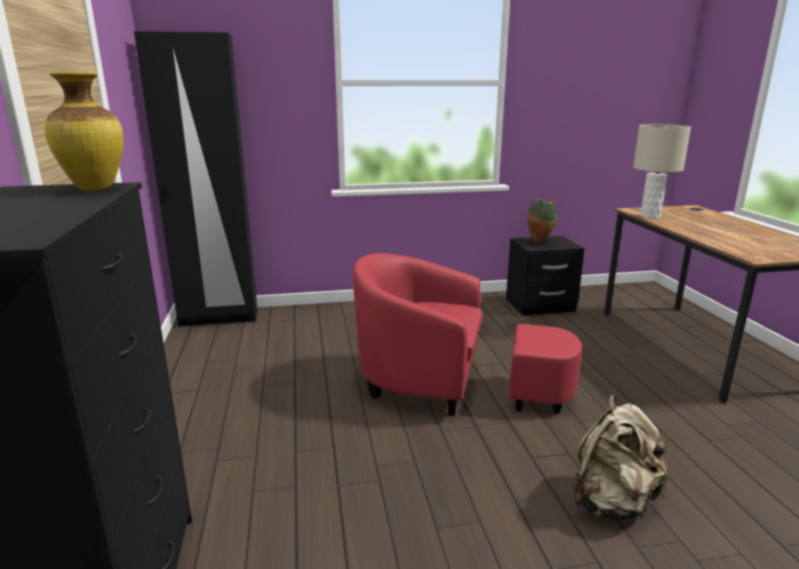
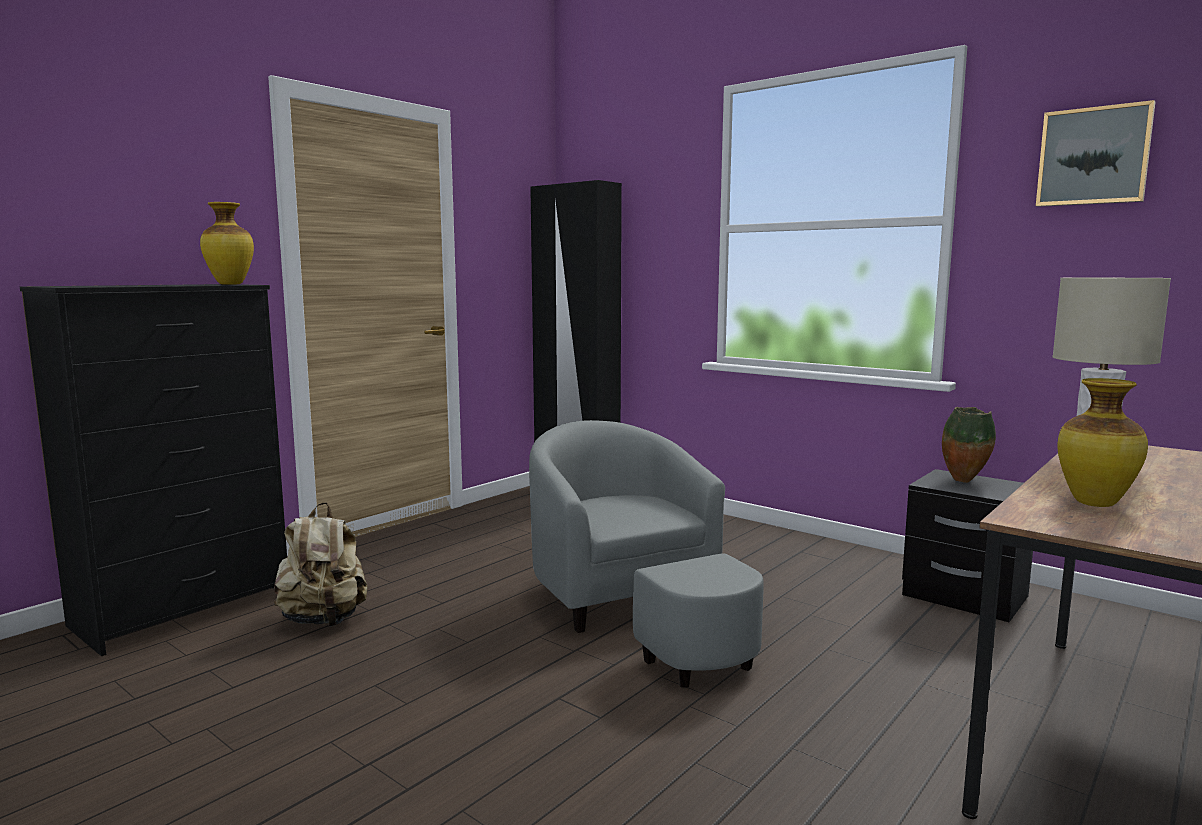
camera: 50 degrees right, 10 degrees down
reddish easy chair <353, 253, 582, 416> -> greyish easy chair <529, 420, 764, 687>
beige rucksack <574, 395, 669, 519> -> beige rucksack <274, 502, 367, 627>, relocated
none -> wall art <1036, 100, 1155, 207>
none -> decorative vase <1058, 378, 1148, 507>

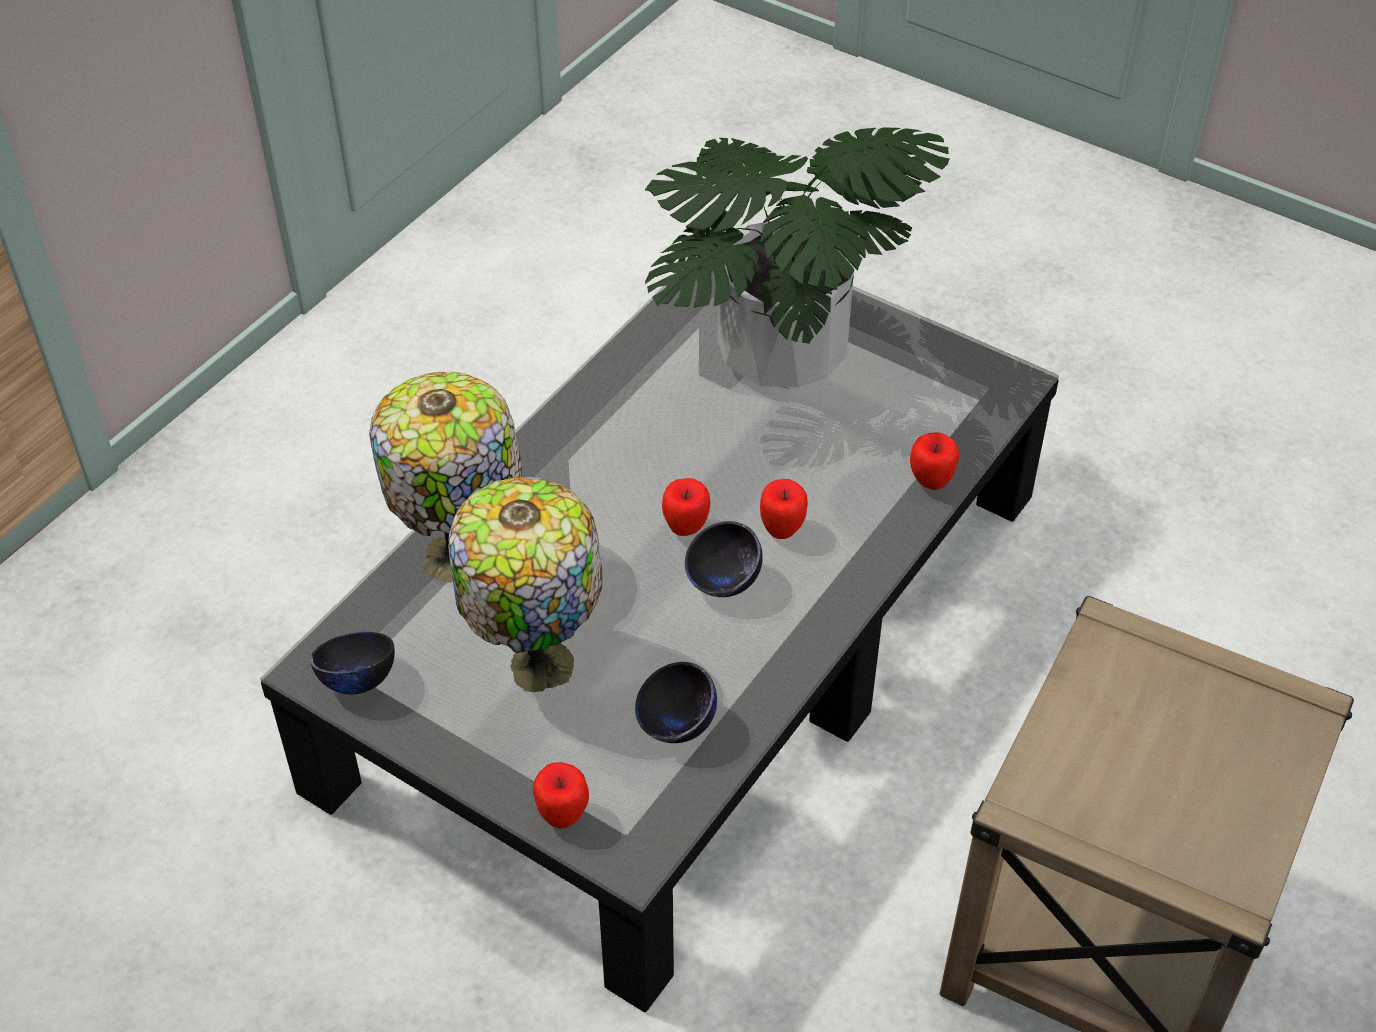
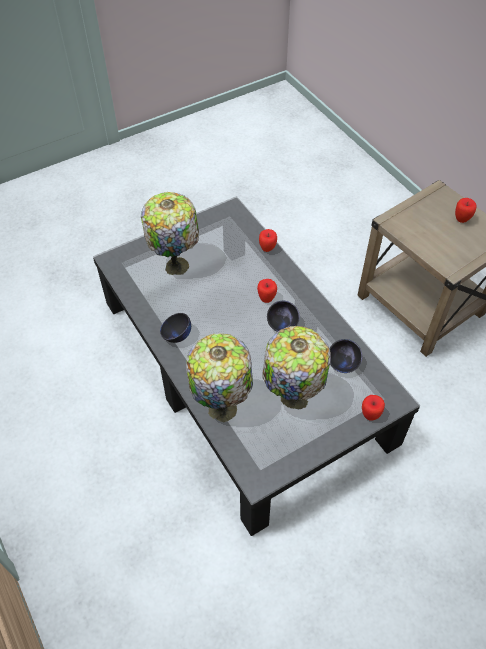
camera: 65 degrees left, 5 degrees up
houseplant <645, 127, 950, 389> -> lamp for a table <141, 192, 199, 275>
apple fruit <662, 478, 710, 536> -> apple fruit <455, 198, 477, 223>, relocated
black-coloured serving bowl <310, 632, 395, 694> -> black-coloured serving bowl <160, 313, 191, 343>, relocated

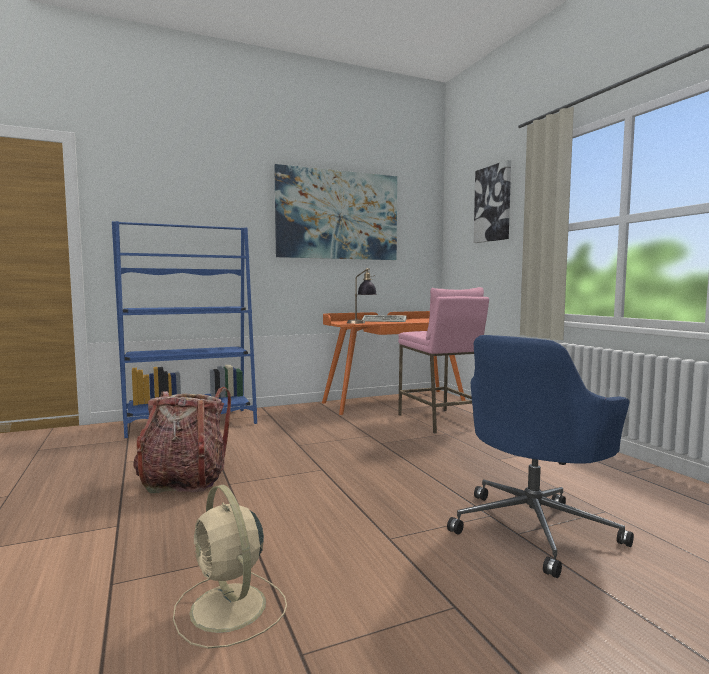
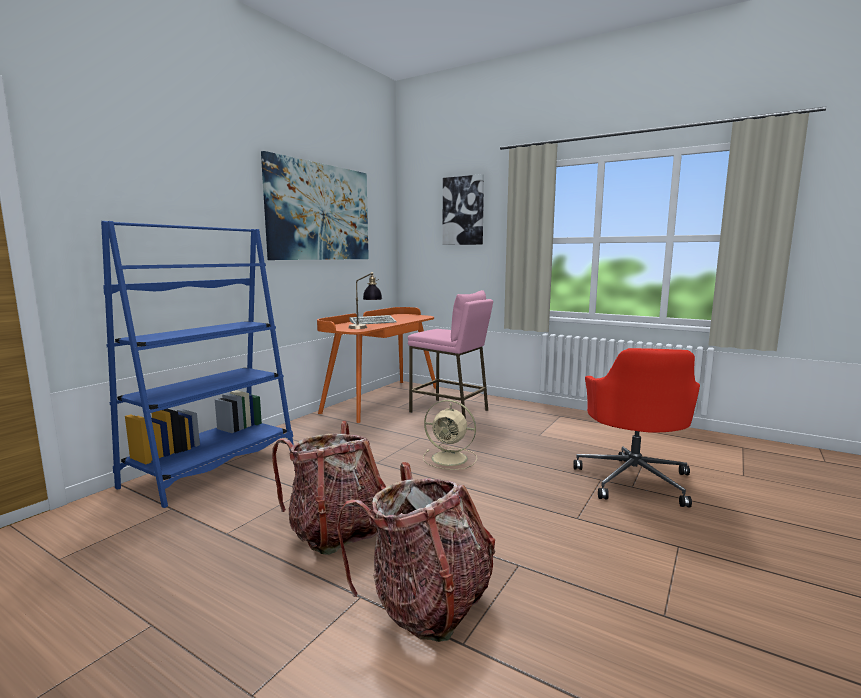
camera: 35 degrees left, 5 degrees up
blue desk chair <447, 335, 634, 578> -> reddish desk chair <573, 348, 700, 507>
beige cooling fan <173, 485, 287, 649> -> beige cooling fan <423, 400, 477, 470>, relocated
none -> rucksack <337, 462, 496, 642>

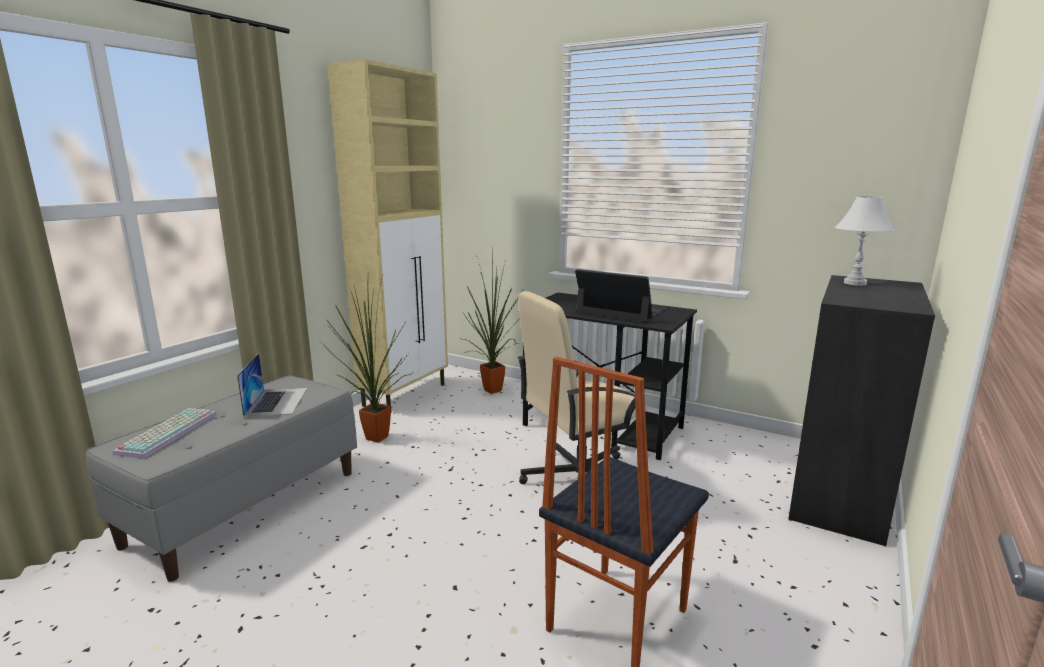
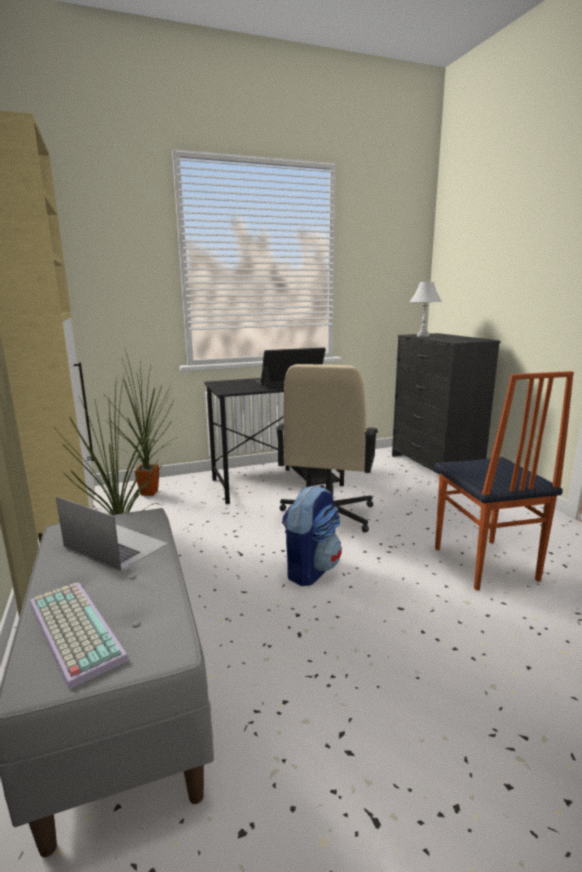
camera: 50 degrees left, 0 degrees up
none -> rucksack <282, 485, 342, 586>

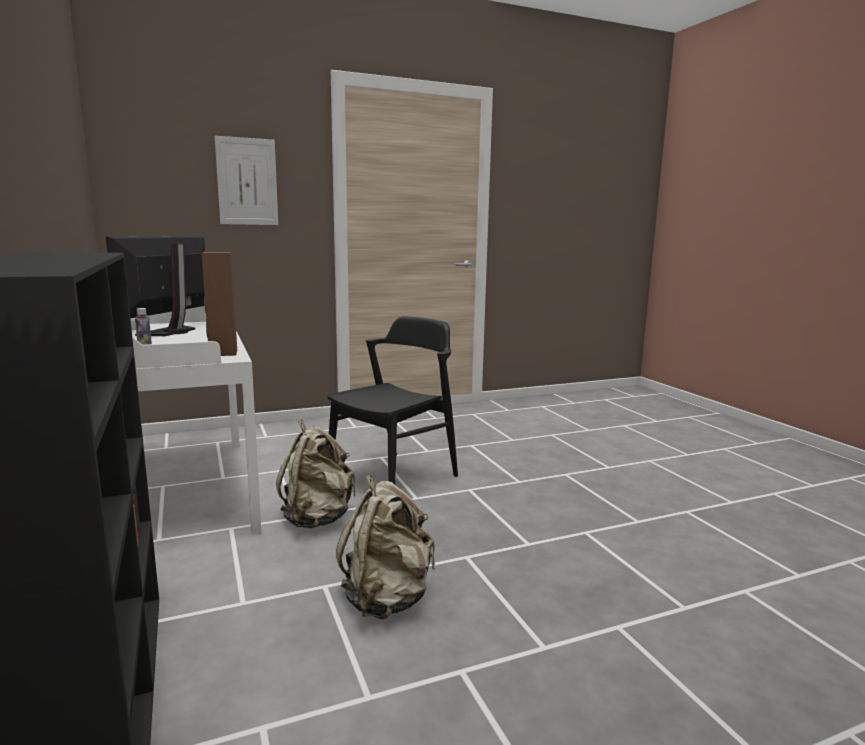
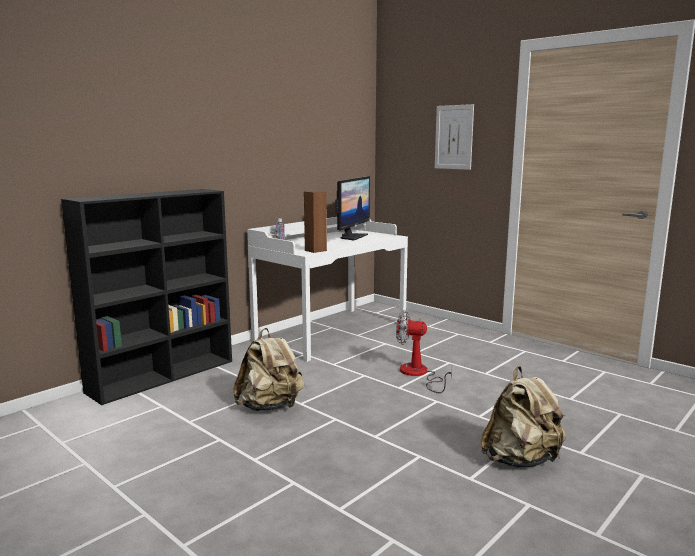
camera: 65 degrees right, 0 degrees up
monitor <106, 236, 205, 336> -> monitor <335, 176, 370, 241>, 120 degrees clockwise
black-coloured chair <327, 316, 458, 484> -> cooling fan <396, 310, 452, 393>
beige rucksack <276, 419, 356, 528> -> beige rucksack <480, 366, 566, 468>, relocated

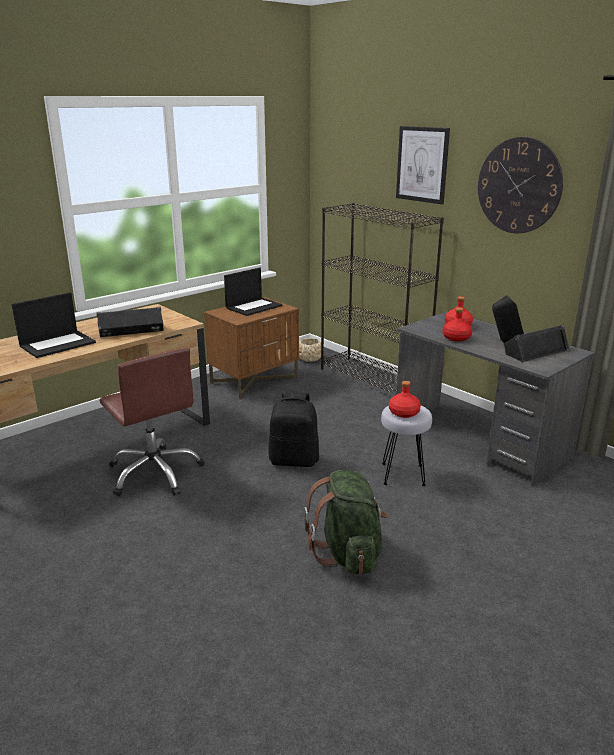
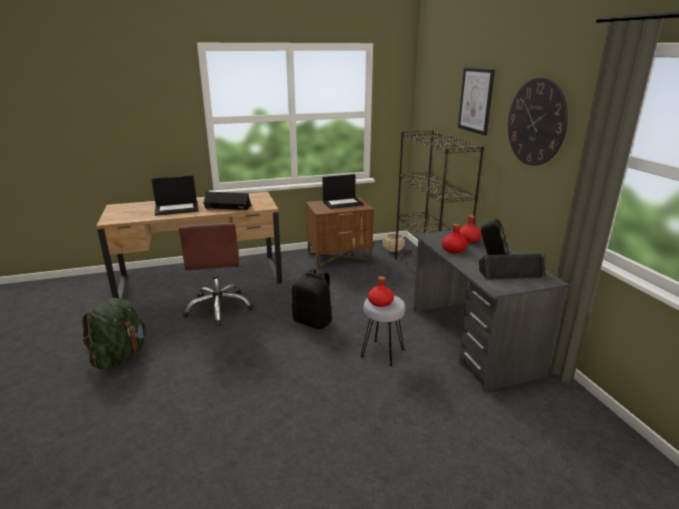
camera: 25 degrees right, 0 degrees up
green-coloured rucksack <304, 470, 388, 575> -> green-coloured rucksack <82, 298, 146, 369>, relocated

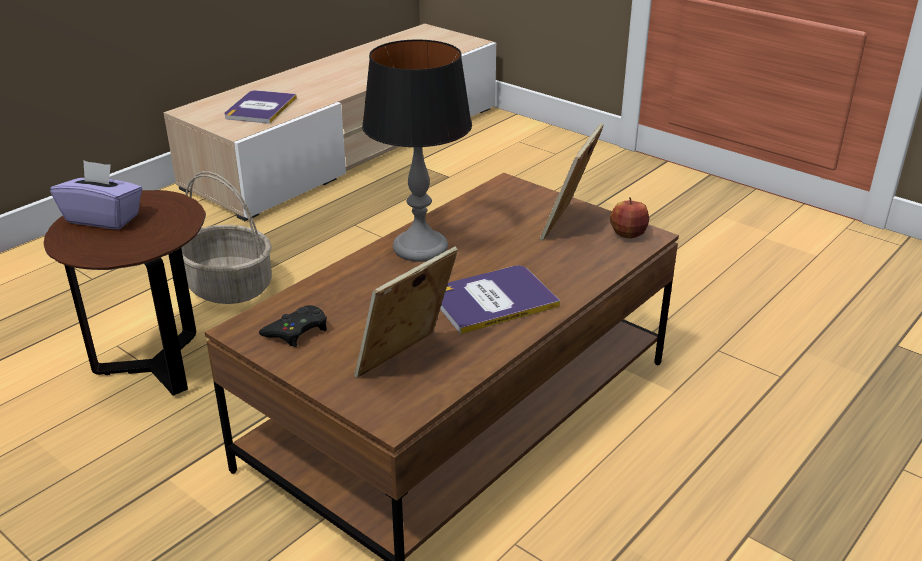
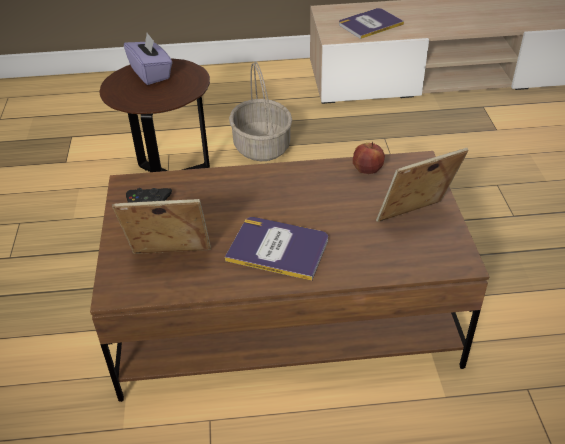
camera: 45 degrees right, 10 degrees up
lamp for a table <362, 39, 472, 262> -> none
apple fruit <610, 197, 649, 239> -> apple fruit <353, 142, 385, 174>, relocated

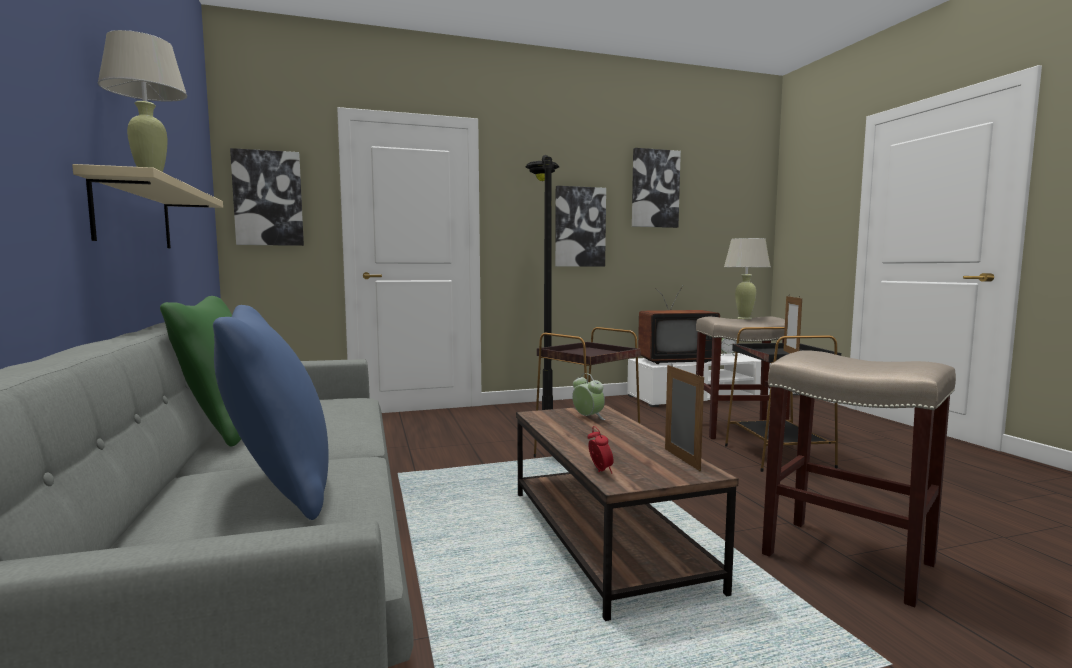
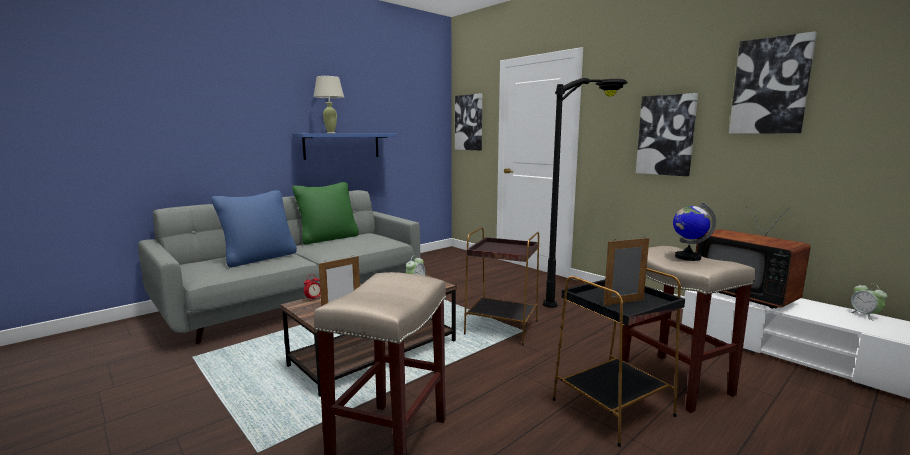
camera: 65 degrees right, 5 degrees up
beige wall shelf <72, 164, 223, 248> -> blue wall shelf <292, 133, 397, 160>
beige lamp for a table <724, 238, 771, 319> -> world globe <673, 202, 716, 261>

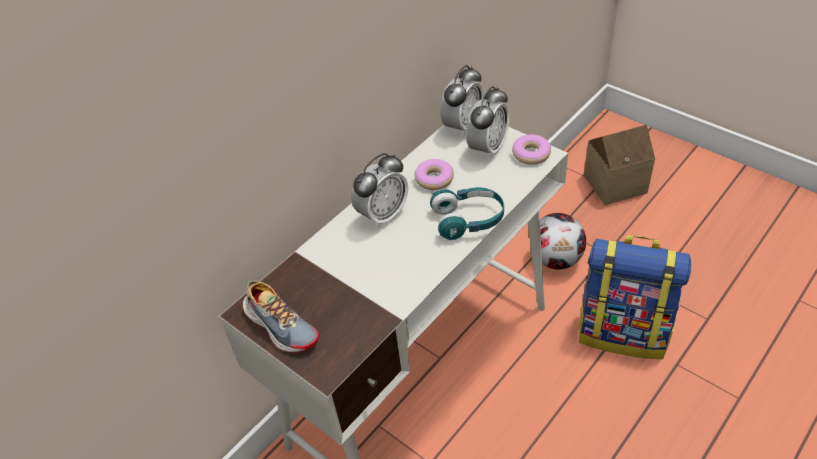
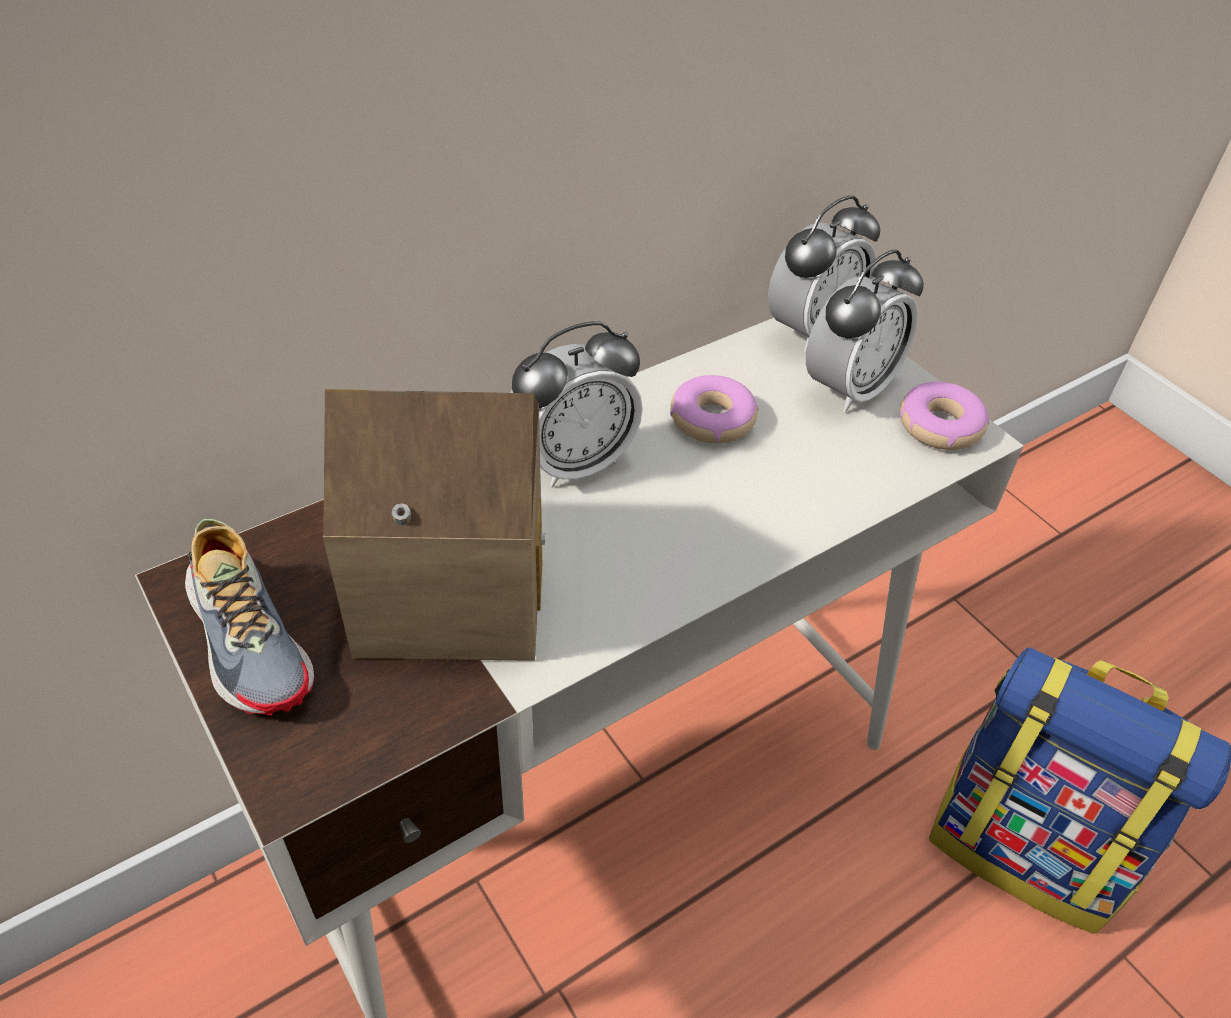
camera: 10 degrees right, 0 degrees up
toy house <584, 125, 655, 205> -> toy house <323, 389, 545, 661>, relocated
turquoise pair of headphones <430, 187, 504, 240> -> none
football ball <540, 213, 586, 270> -> none

